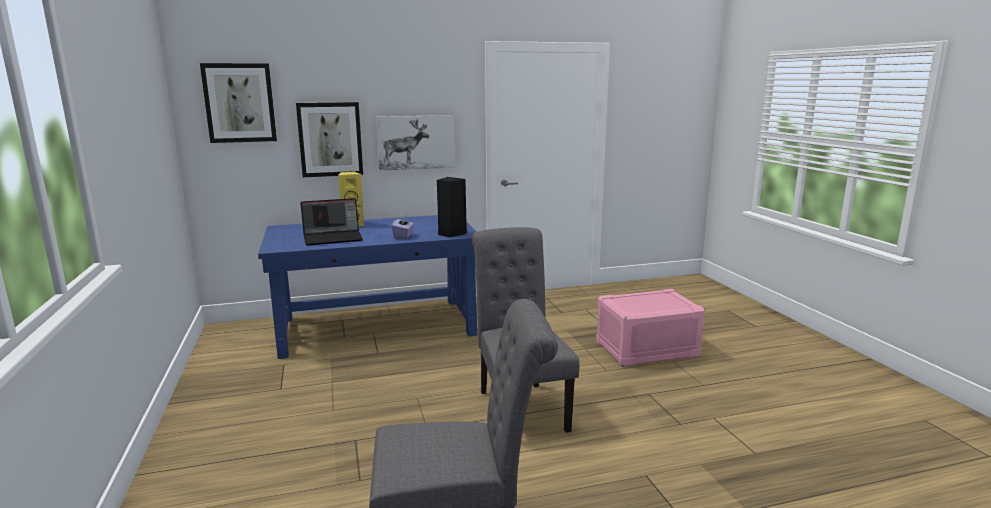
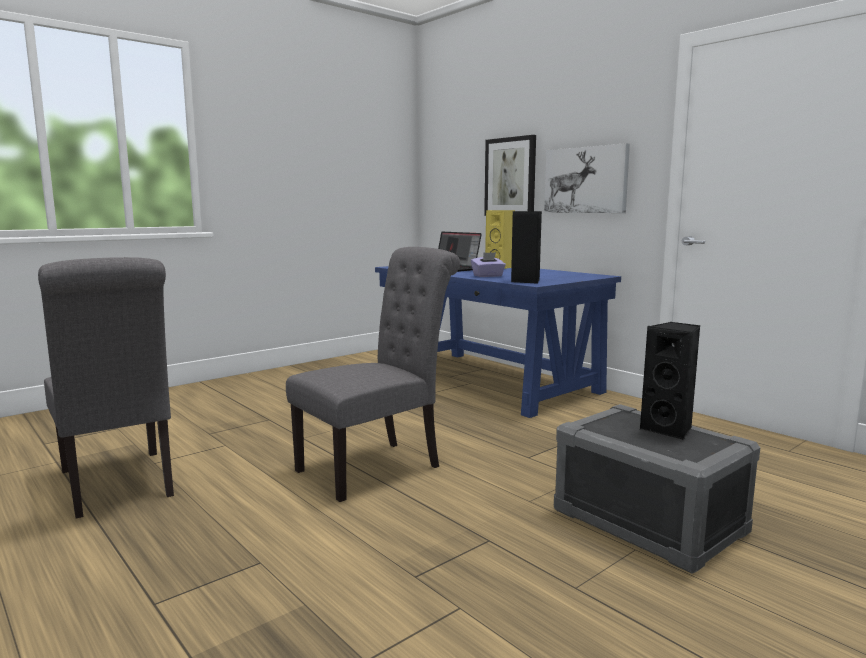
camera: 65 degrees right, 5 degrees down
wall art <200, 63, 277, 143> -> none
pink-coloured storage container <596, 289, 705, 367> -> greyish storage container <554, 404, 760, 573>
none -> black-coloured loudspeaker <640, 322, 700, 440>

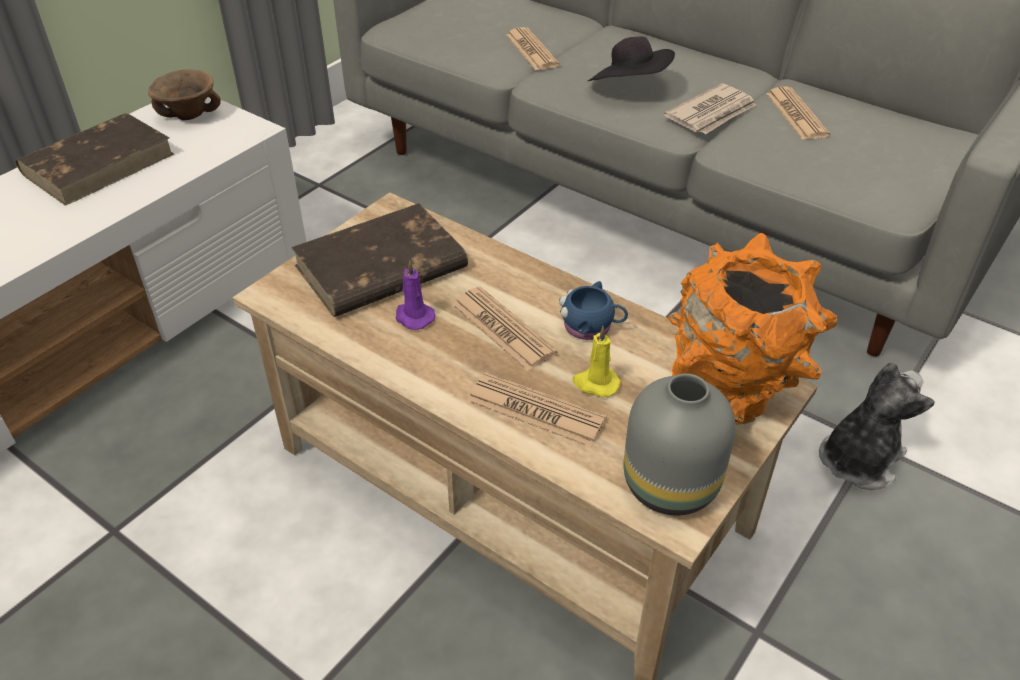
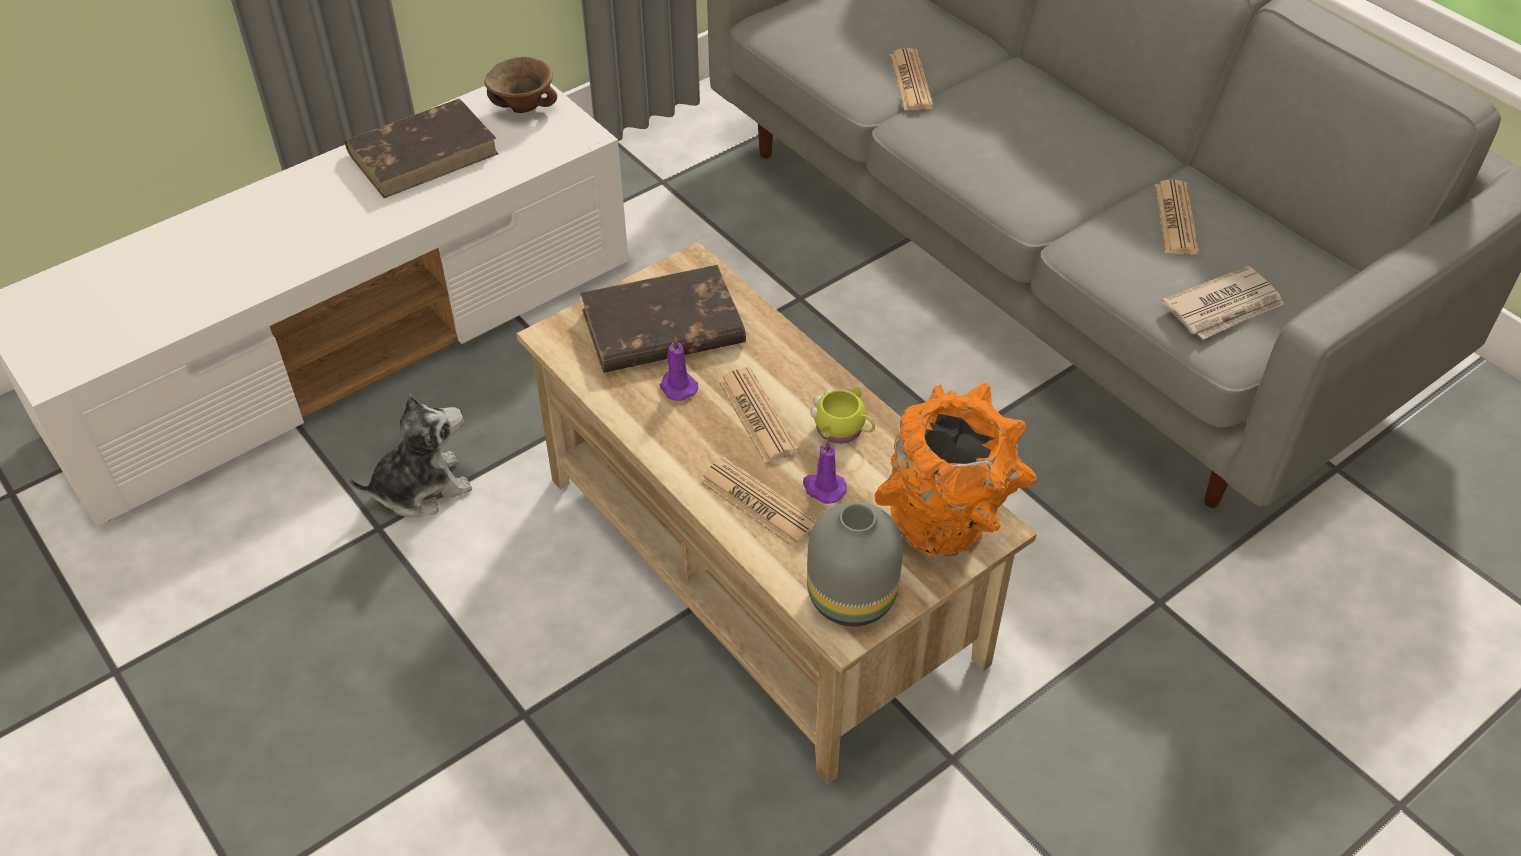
camera: 15 degrees right, 5 degrees up
black-coloured wearable hat <588, 36, 675, 81> -> none
newspaper <664, 83, 756, 134> -> newspaper <1162, 266, 1284, 340>, relocated
blue tea mug <559, 281, 628, 340> -> yellowish tea mug <810, 387, 875, 444>
yellowish wax light <572, 326, 621, 398> -> purple wax light <803, 439, 847, 504>
soft toy <819, 362, 935, 490> -> soft toy <349, 393, 472, 518>, relocated

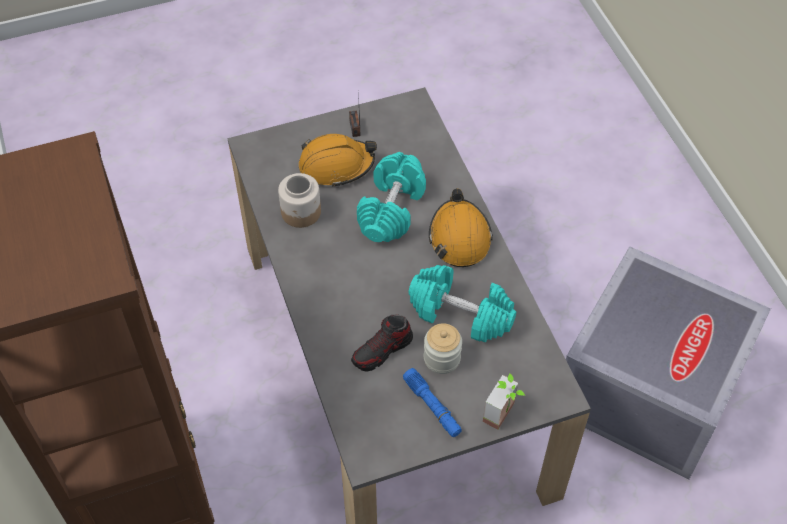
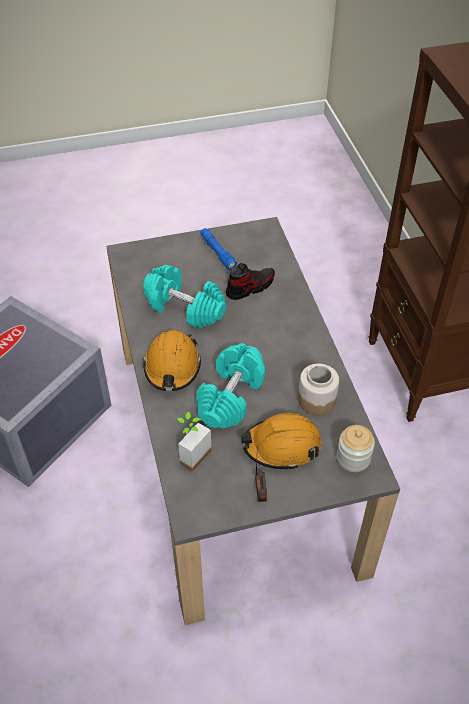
camera: 175 degrees left, 5 degrees down
preserve jar <424, 323, 462, 374> -> preserve jar <337, 425, 375, 472>, relocated
houseplant <483, 374, 525, 430> -> houseplant <177, 412, 212, 472>, relocated

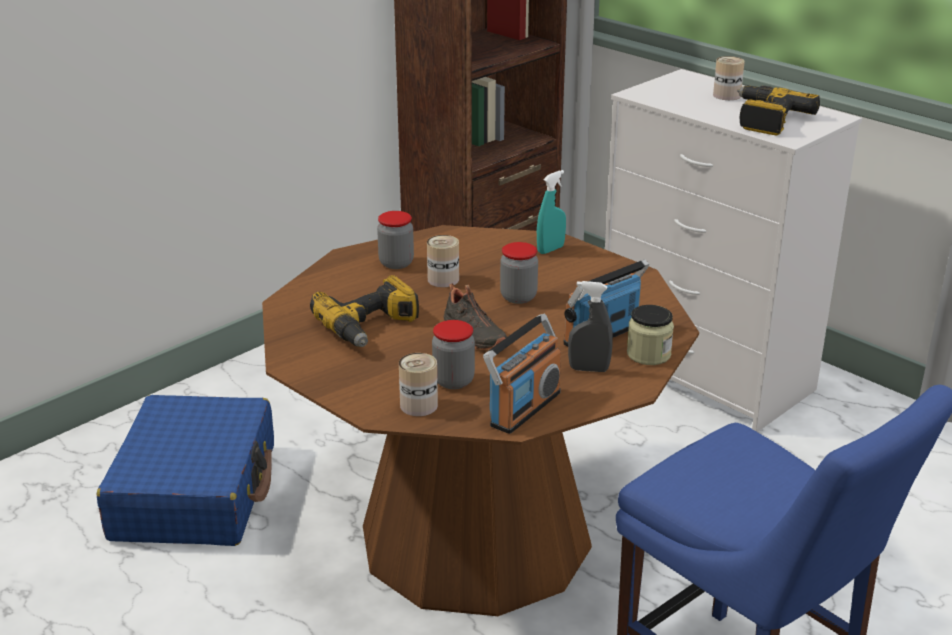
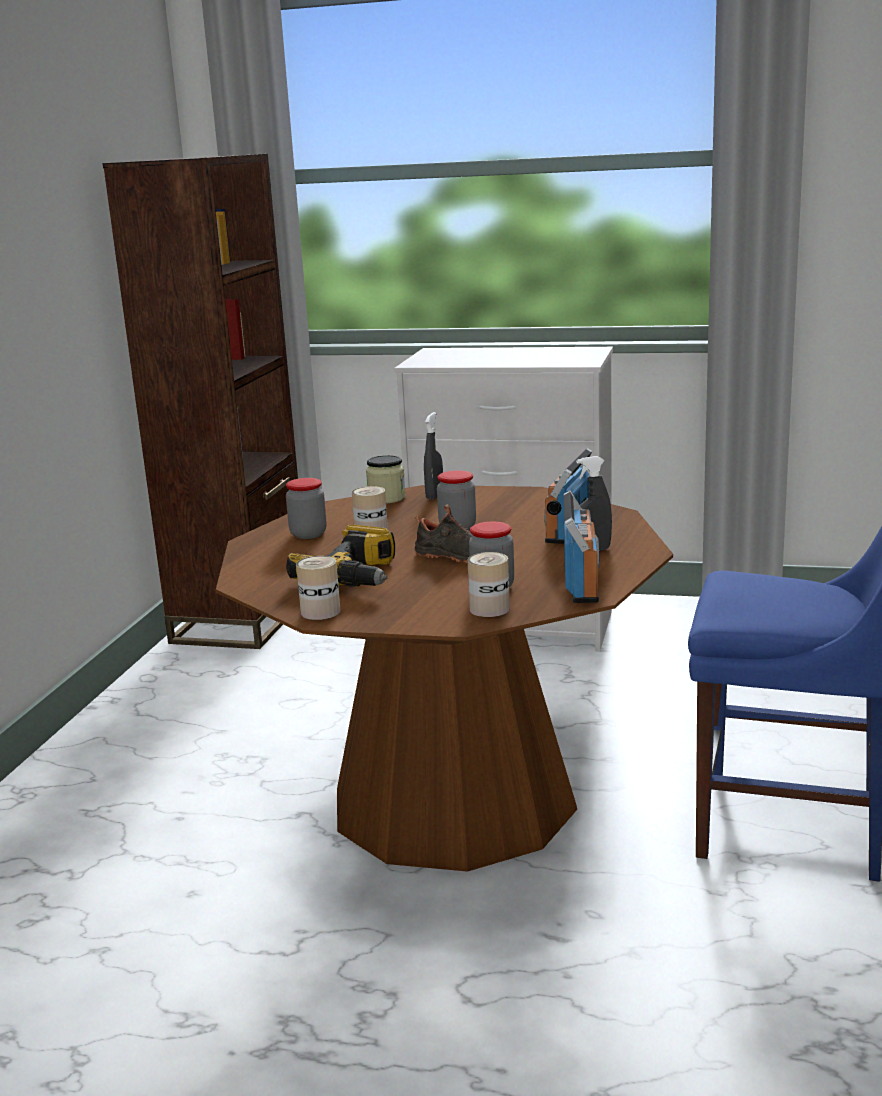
camera: 30 degrees left, 10 degrees down
sealed can <713, 56, 745, 100> -> sealed can <296, 556, 341, 620>, relocated
power drill <737, 85, 820, 135> -> none
turquoise sprayer <537, 170, 566, 254> -> greyish sprayer <424, 412, 443, 499>
preserve jar <627, 305, 674, 365> -> preserve jar <366, 455, 406, 503>, relocated
blue suitcase <97, 395, 274, 546> -> none

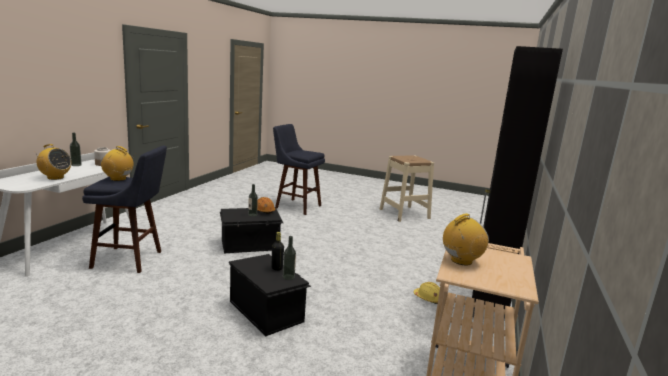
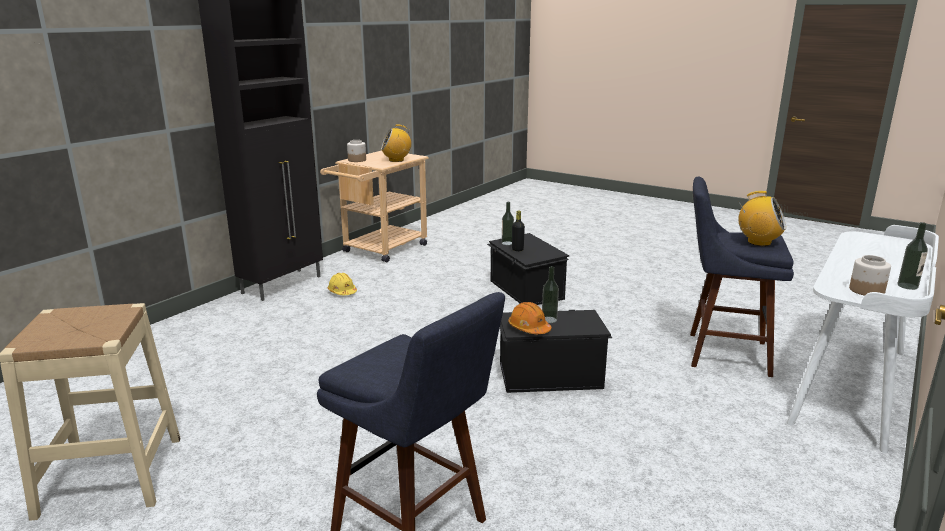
camera: 165 degrees left, 5 degrees up
radio receiver <35, 144, 71, 180> -> none
none -> preserve jar <347, 140, 366, 162>

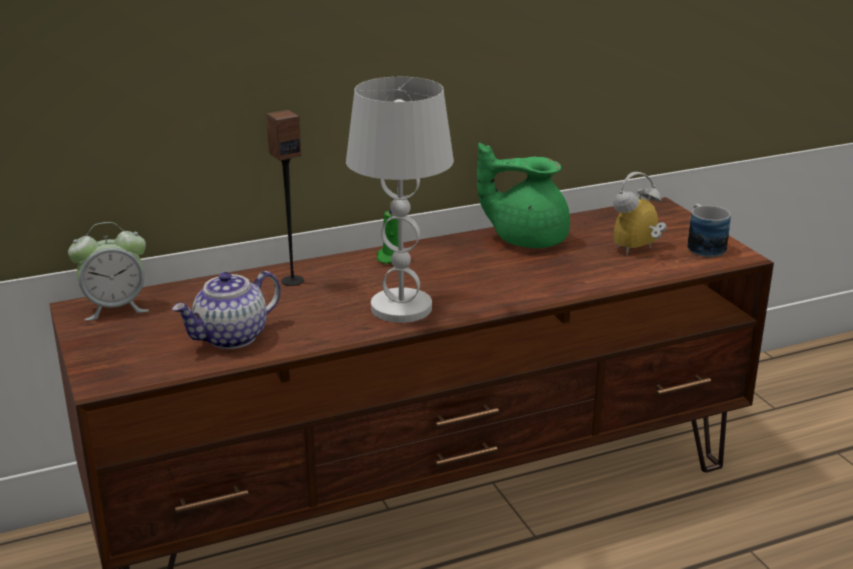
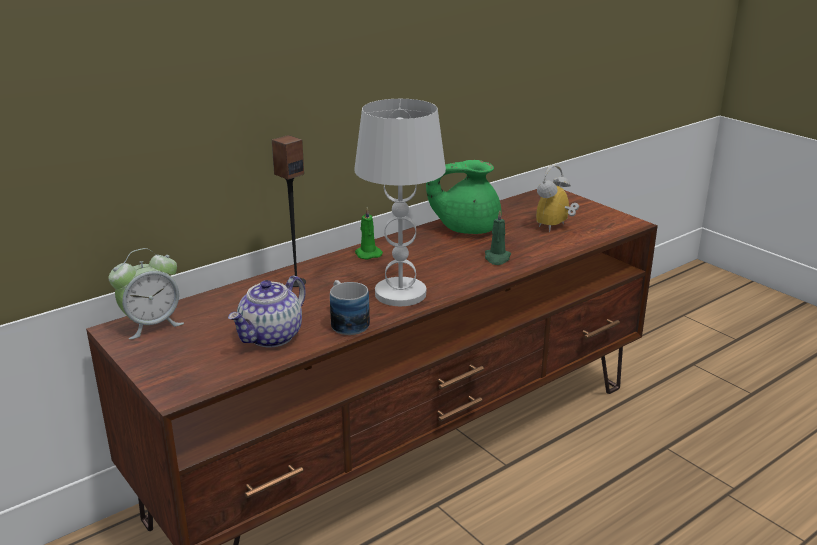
camera: 15 degrees left, 0 degrees up
tea mug <687, 204, 731, 257> -> tea mug <330, 280, 370, 335>, relocated
none -> green-coloured wax light <485, 210, 511, 265>

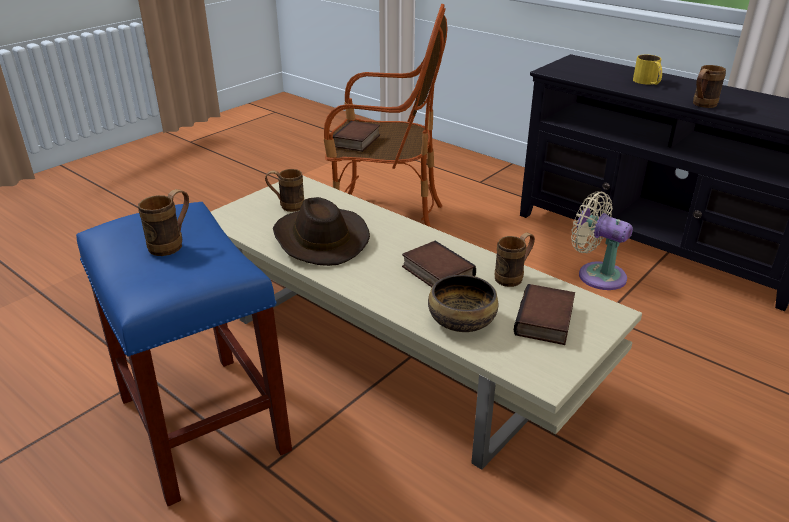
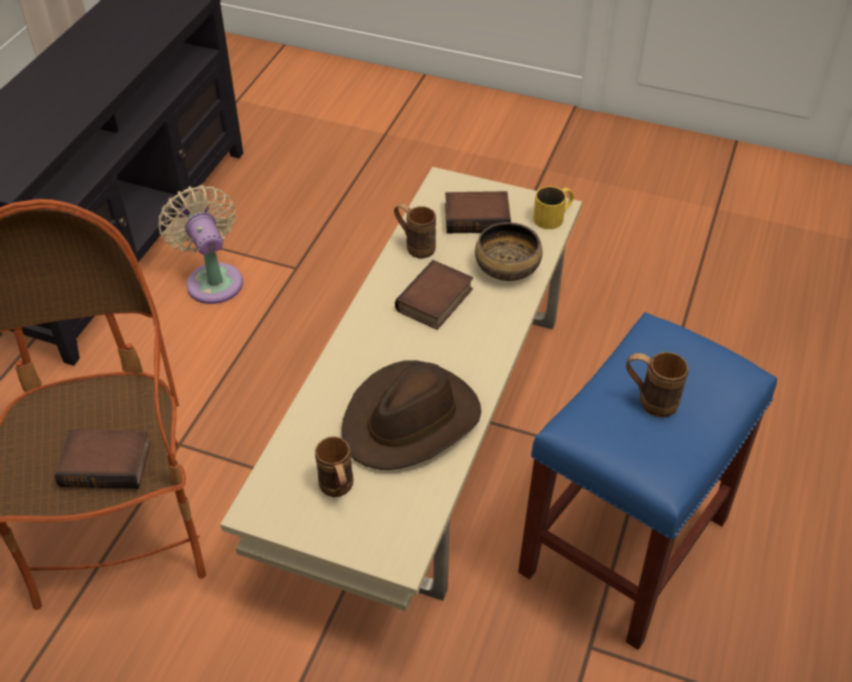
camera: 110 degrees left, 15 degrees up
yellowish tea mug <633, 55, 662, 85> -> yellowish tea mug <533, 186, 573, 229>, relocated
brownish tea mug <693, 65, 726, 108> -> none
beige cooling fan <571, 192, 633, 290> -> beige cooling fan <159, 185, 243, 304>, 135 degrees clockwise

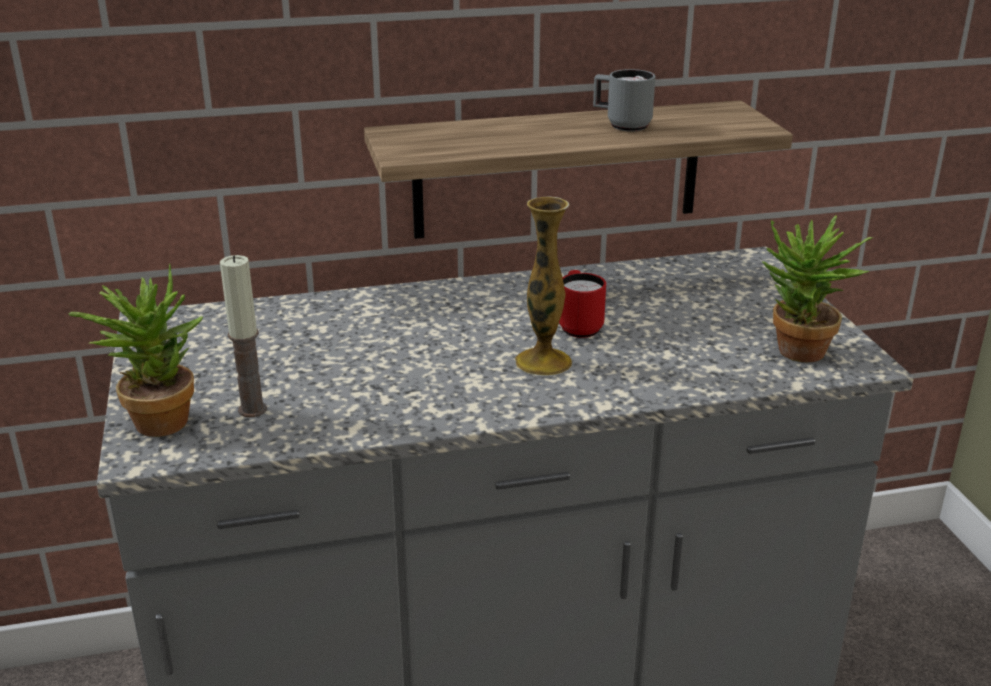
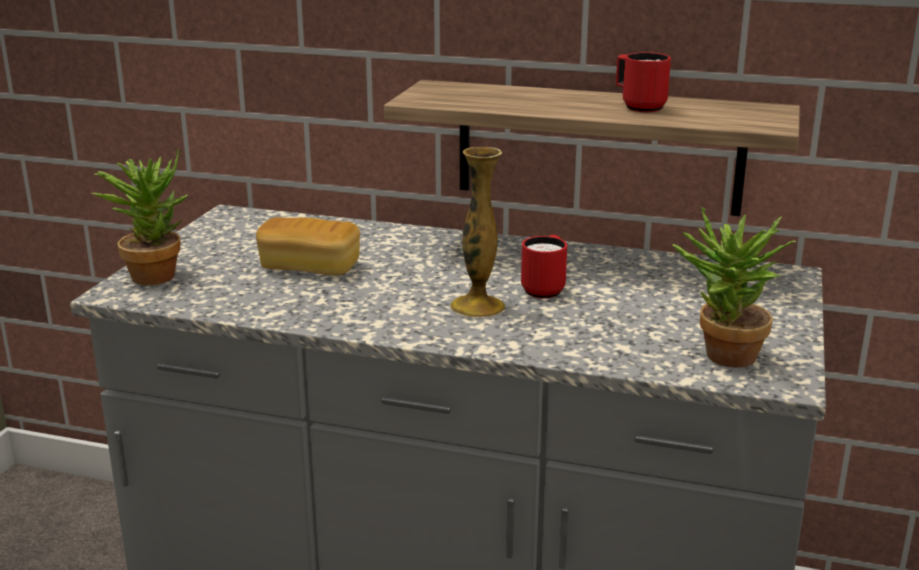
camera: 30 degrees right, 5 degrees down
greyish tea mug <593, 69, 656, 132> -> reddish tea mug <616, 52, 671, 112>
wax light <220, 255, 267, 418> -> none
none -> bread <256, 217, 360, 276>

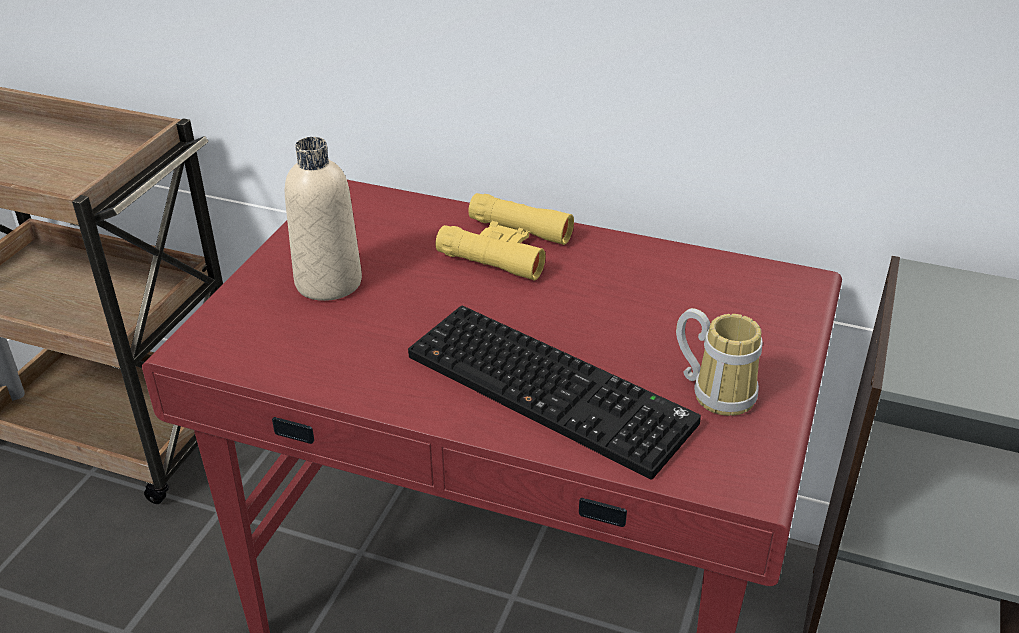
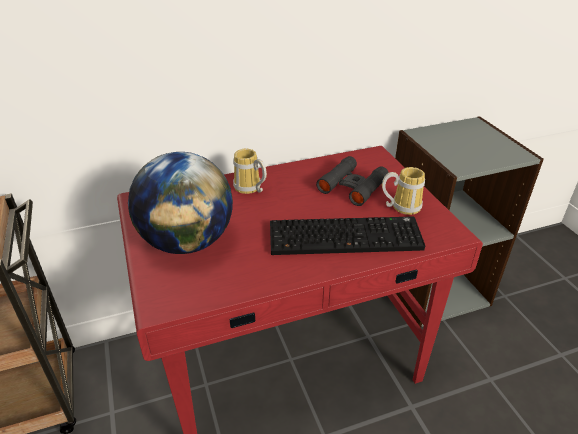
camera: 40 degrees left, 0 degrees up
beige drink bottle <285, 137, 362, 301> -> world globe <128, 152, 233, 254>
yellowish field glasses <435, 193, 574, 280> -> tea mug <233, 149, 267, 194>
none -> black-coloured field glasses <316, 156, 389, 206>

